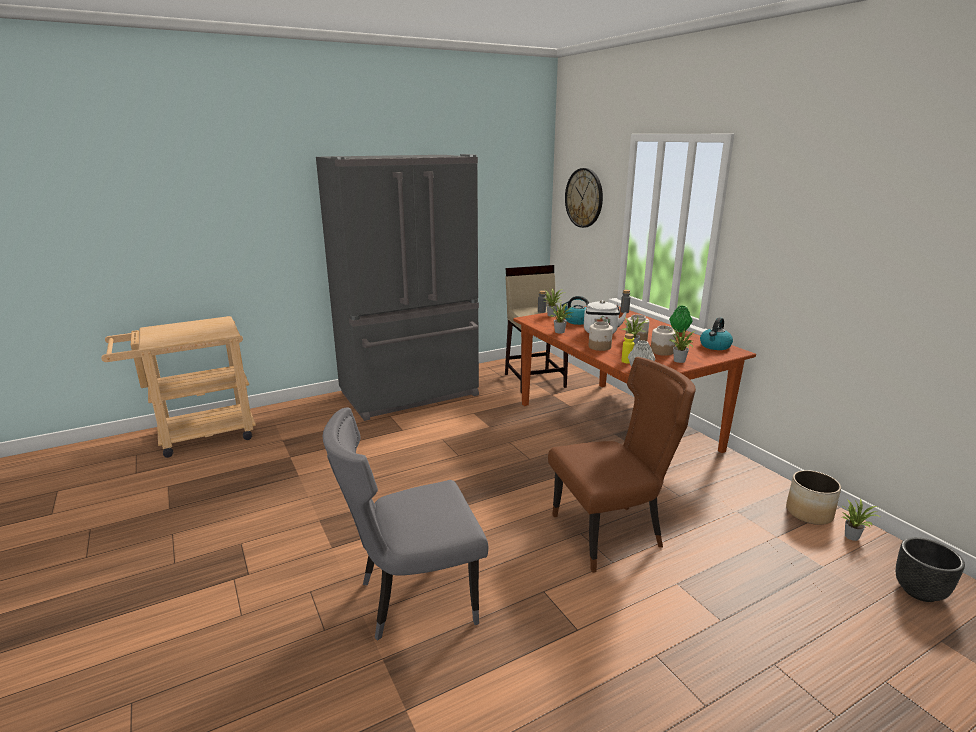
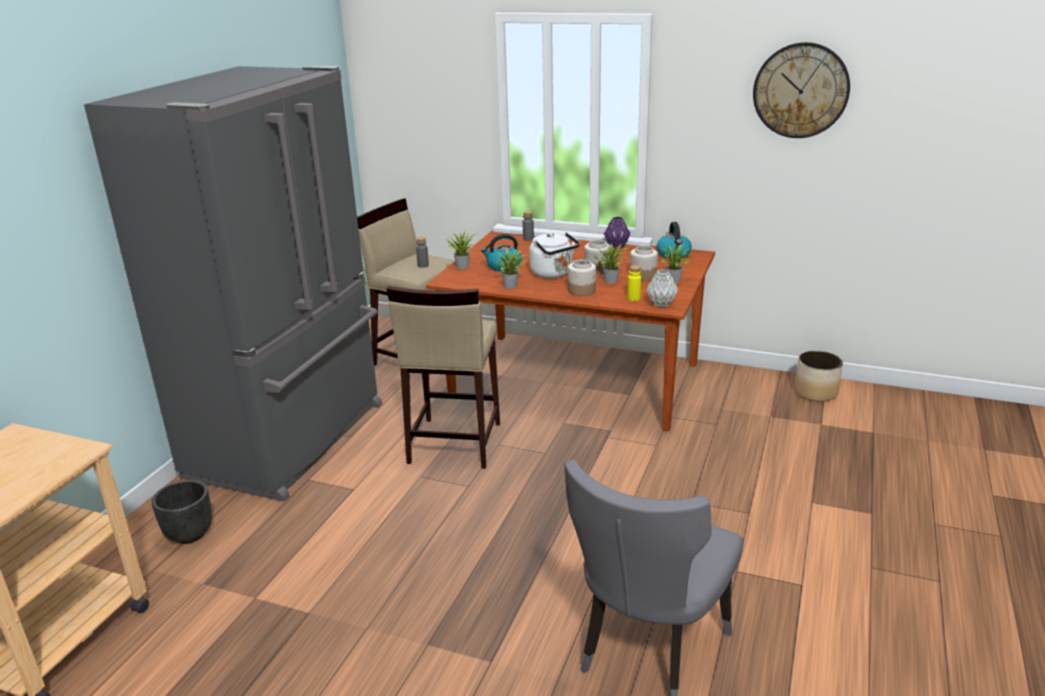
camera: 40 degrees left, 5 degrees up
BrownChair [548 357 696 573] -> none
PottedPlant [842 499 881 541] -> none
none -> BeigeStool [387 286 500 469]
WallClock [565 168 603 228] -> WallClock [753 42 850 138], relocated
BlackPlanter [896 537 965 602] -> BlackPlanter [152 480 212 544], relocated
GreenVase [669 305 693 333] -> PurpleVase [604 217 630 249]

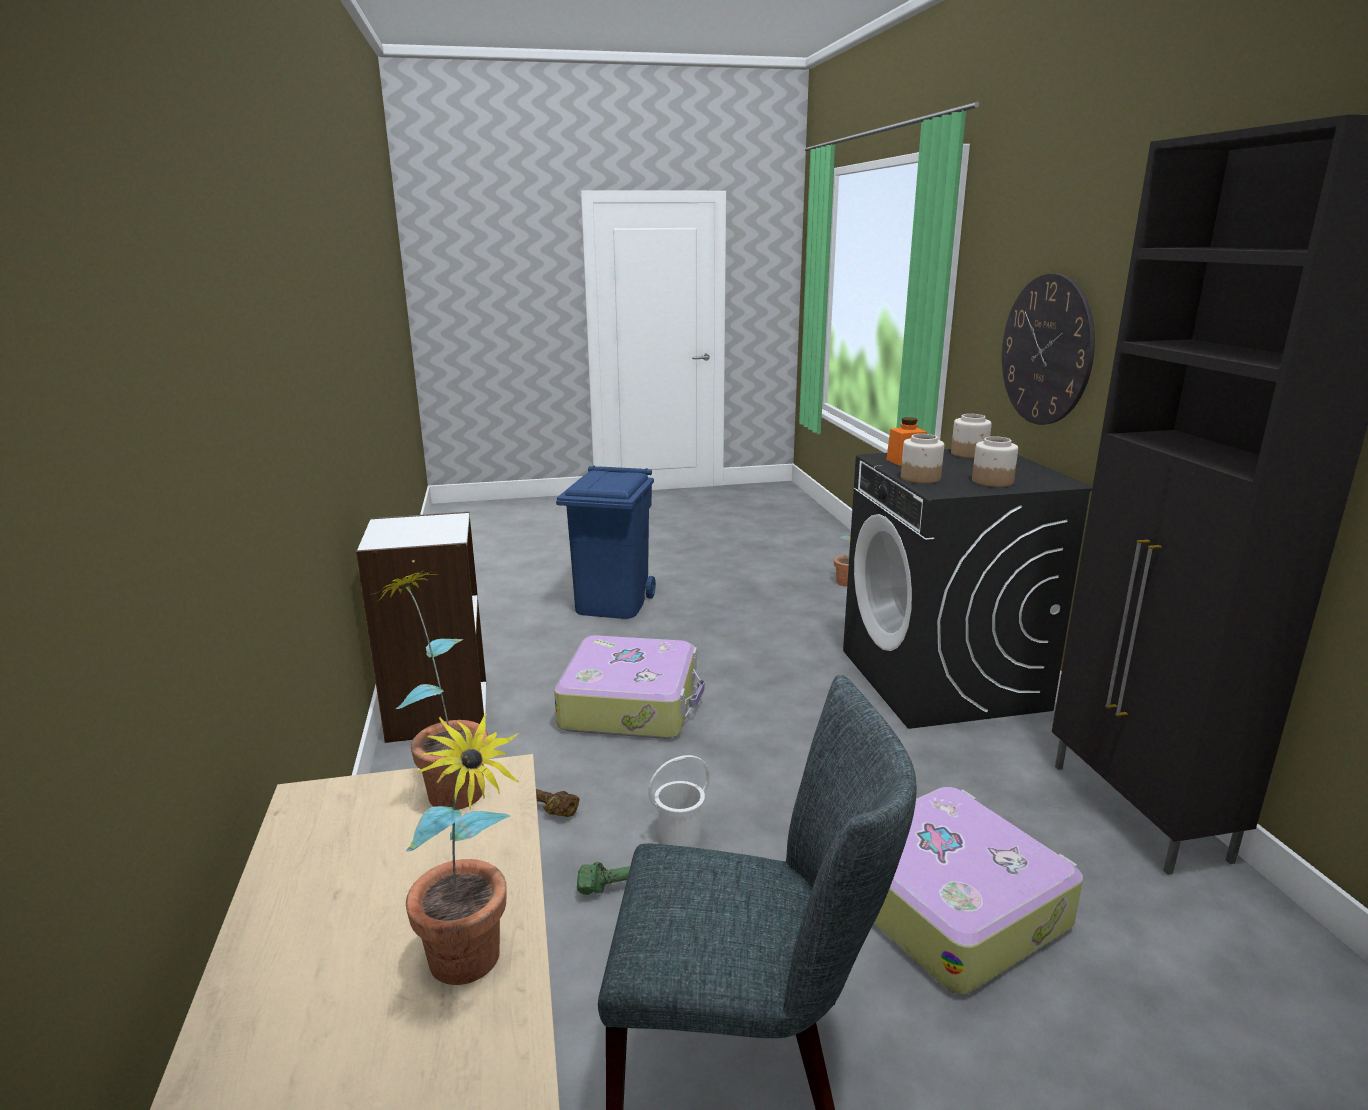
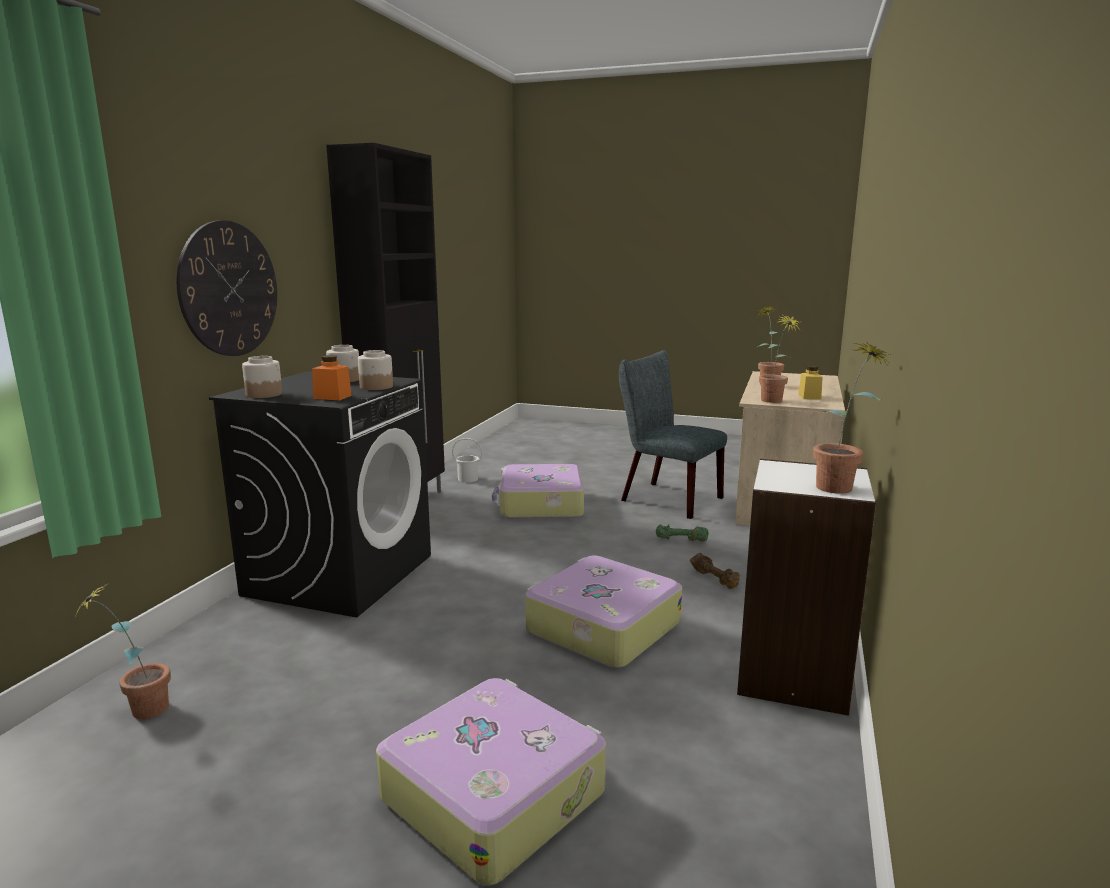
camera: 150 degrees left, 5 degrees down
none -> YellowJar [798 366 823 400]
none -> PottedPlant [813 342 890 494]
WhiteBucket [648 755 710 847] -> WhiteBucket [452 438 482 483], relocated
BlueTrashCan [556 465 656 619] -> Suitcase [376 678 606 886]

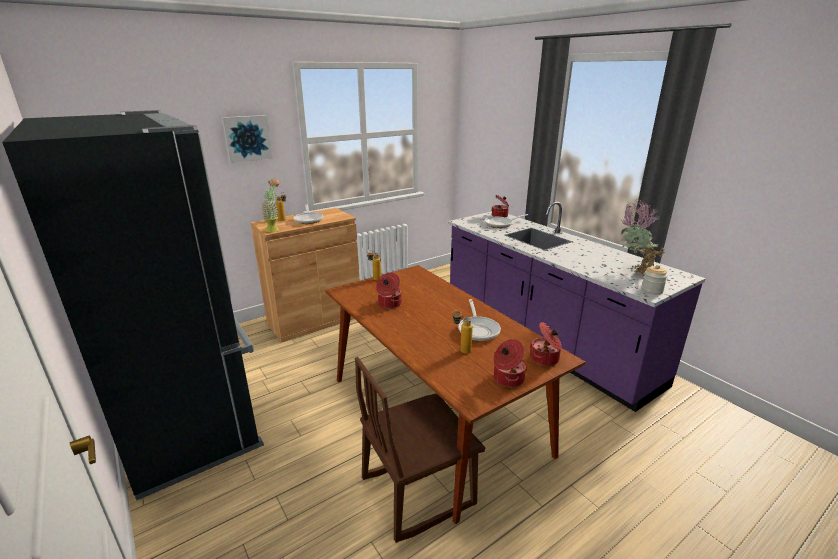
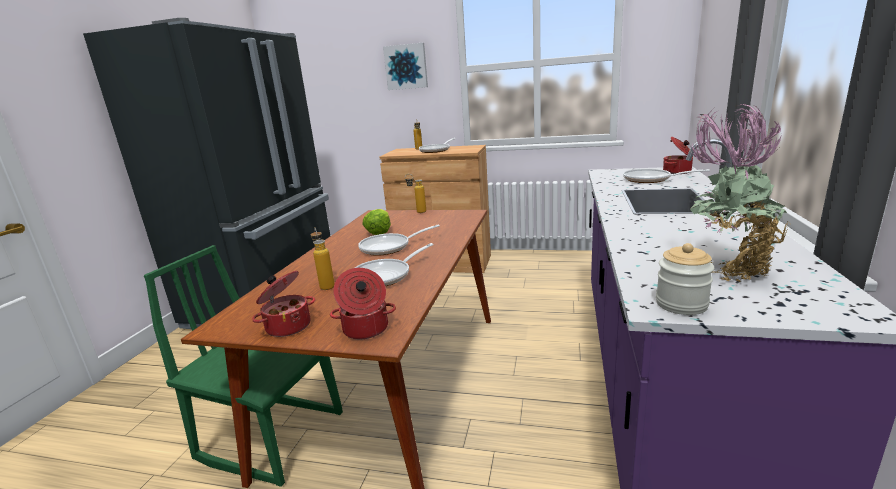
camera: 50 degrees right, 5 degrees down
PottedPlant [261 178 280 232] -> none
none -> FryingPan [358 224 440 256]
CookingPot [376 273 402 308] -> Lettuce [362 209 391 235]
BrownChair [355 357 486 543] -> GreenChair [144 245 343 487]

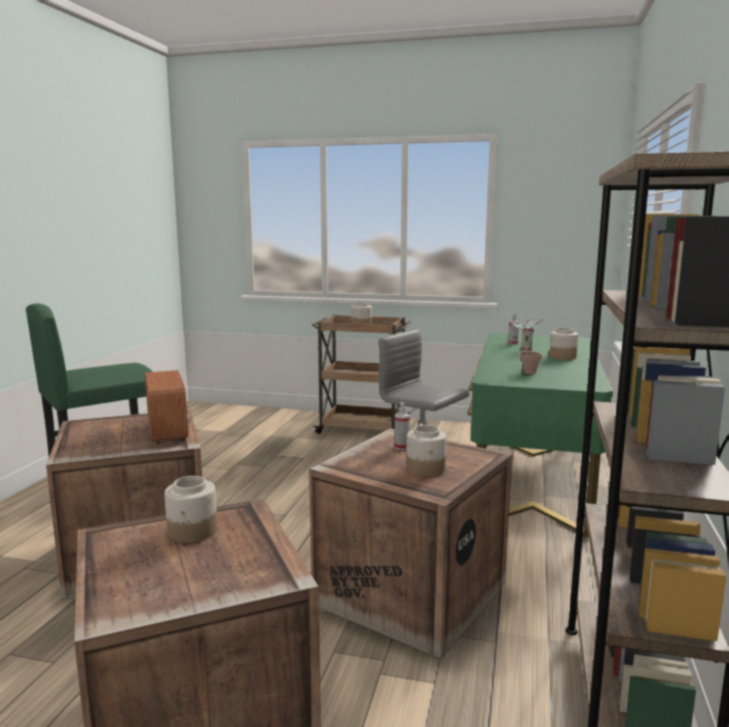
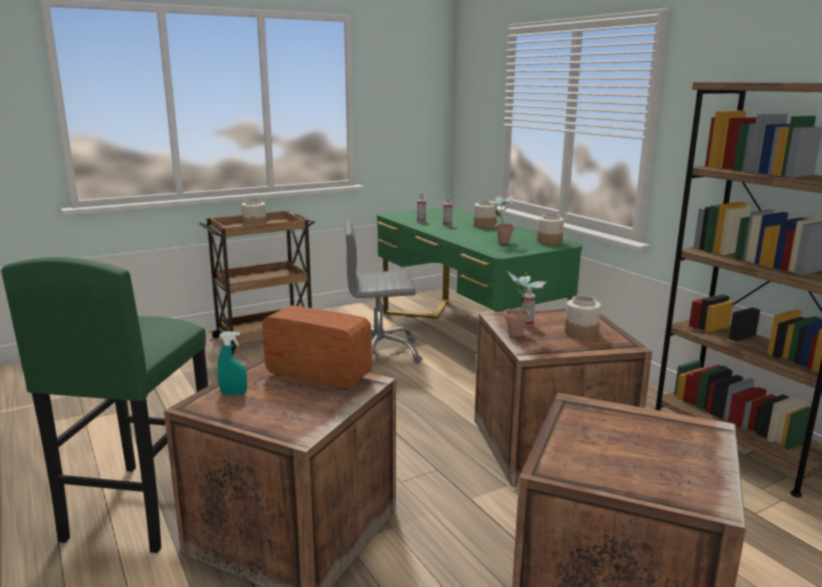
camera: 45 degrees left, 5 degrees up
none -> TurquoiseSprayBottle [217 331 247 396]
none -> PottedPlant [504 271 548 337]
Jar [165 476 217 543] -> Jar [537 213 564 245], relocated

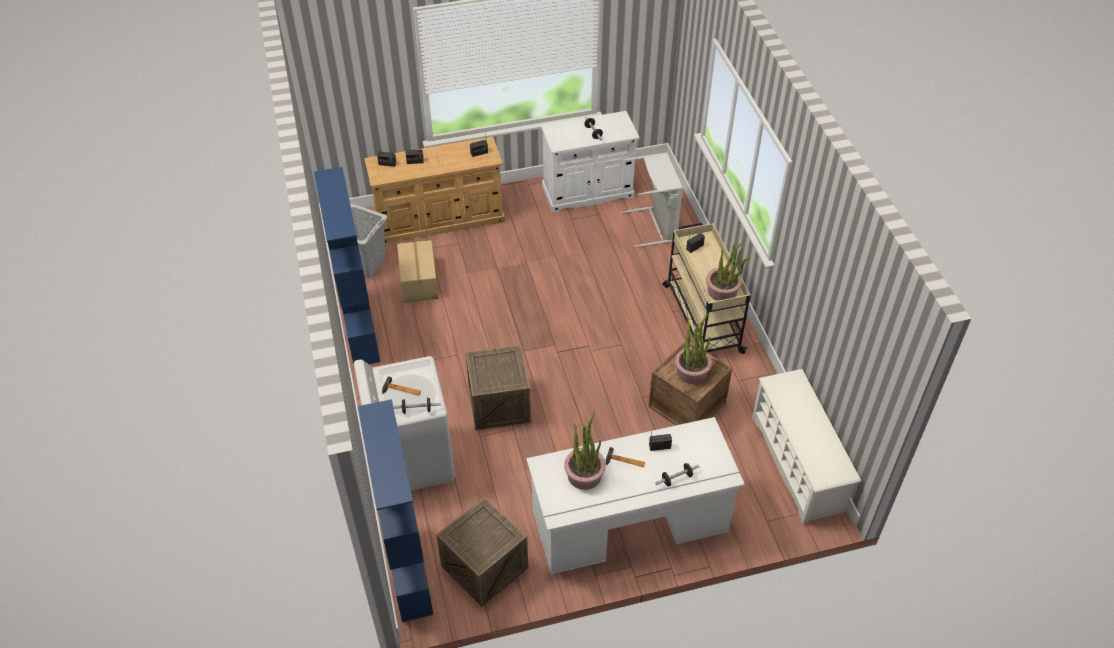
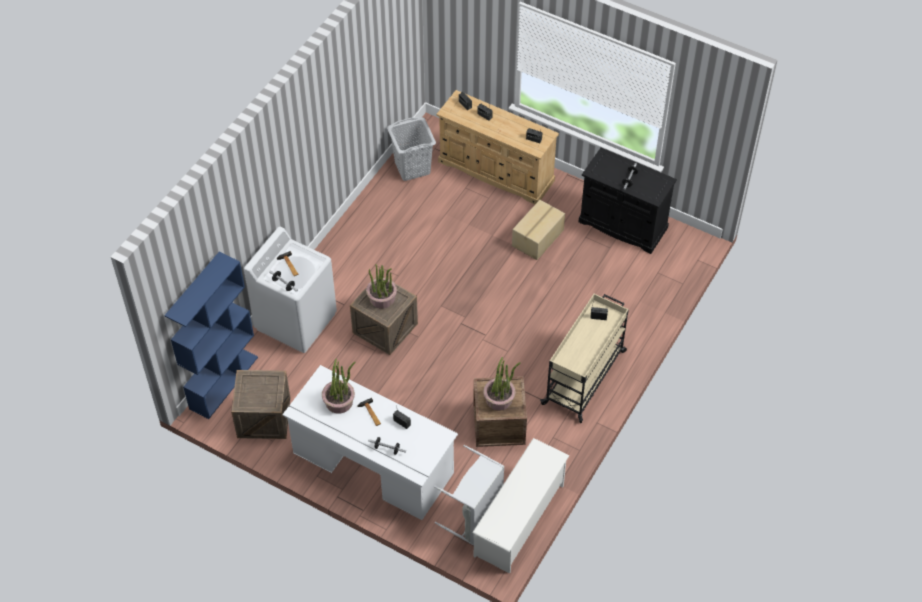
camera: 45 degrees right, 5 degrees up
BlueBookcase [314 167 380 365] -> none
CardboardBox [397 240 438 303] -> CardboardBox [512 200 565 260], relocated
GreyLaundryBasket [621 153 683 247] -> GreyLaundryBasket [434 445 504 546], relocated
PottedPlant [706 242 751 301] -> PottedPlant [366 264 397 308], relocated
WhiteCabinet [541 111 640 213] -> BlackCabinet [579 148 677 254]

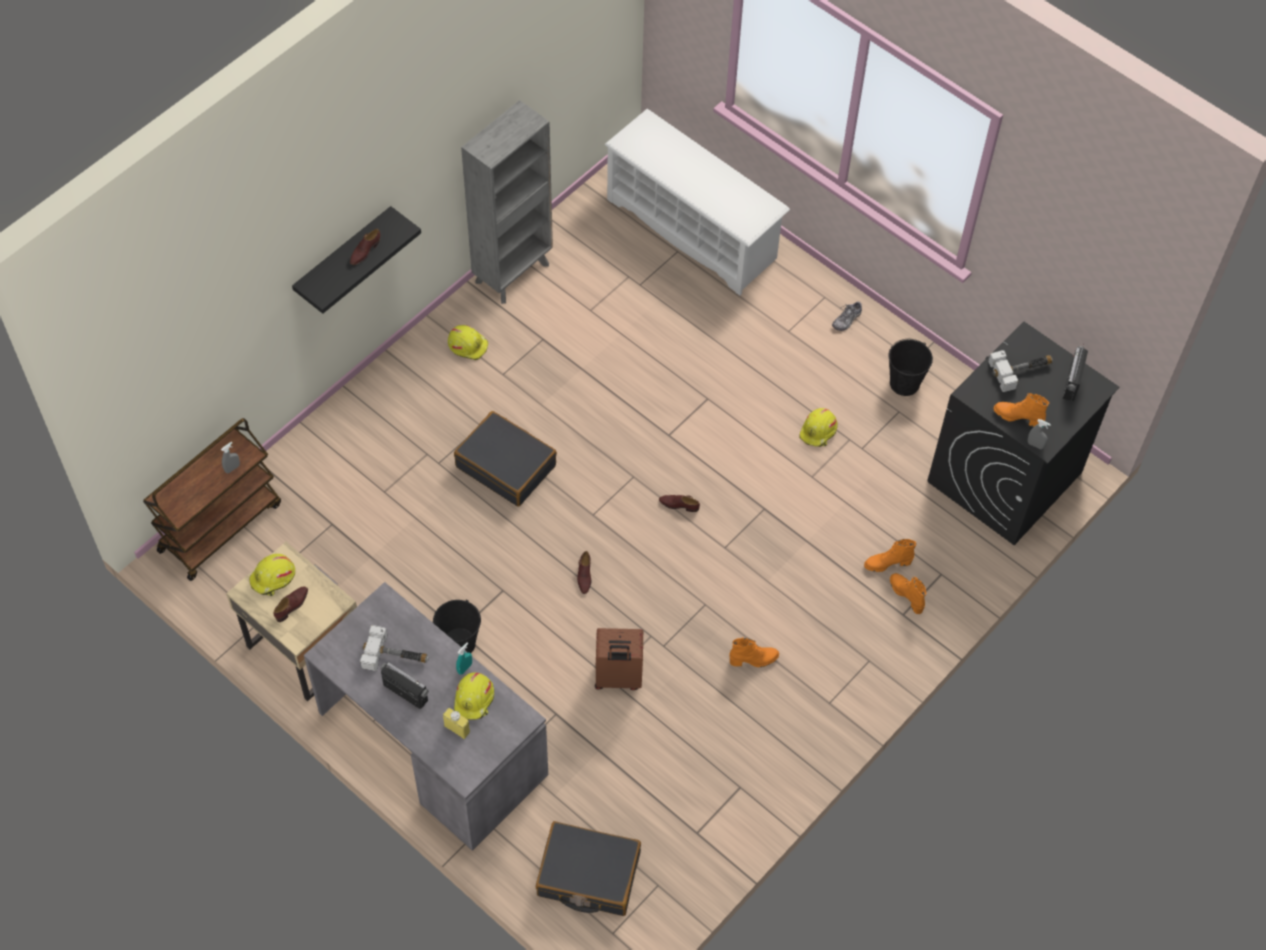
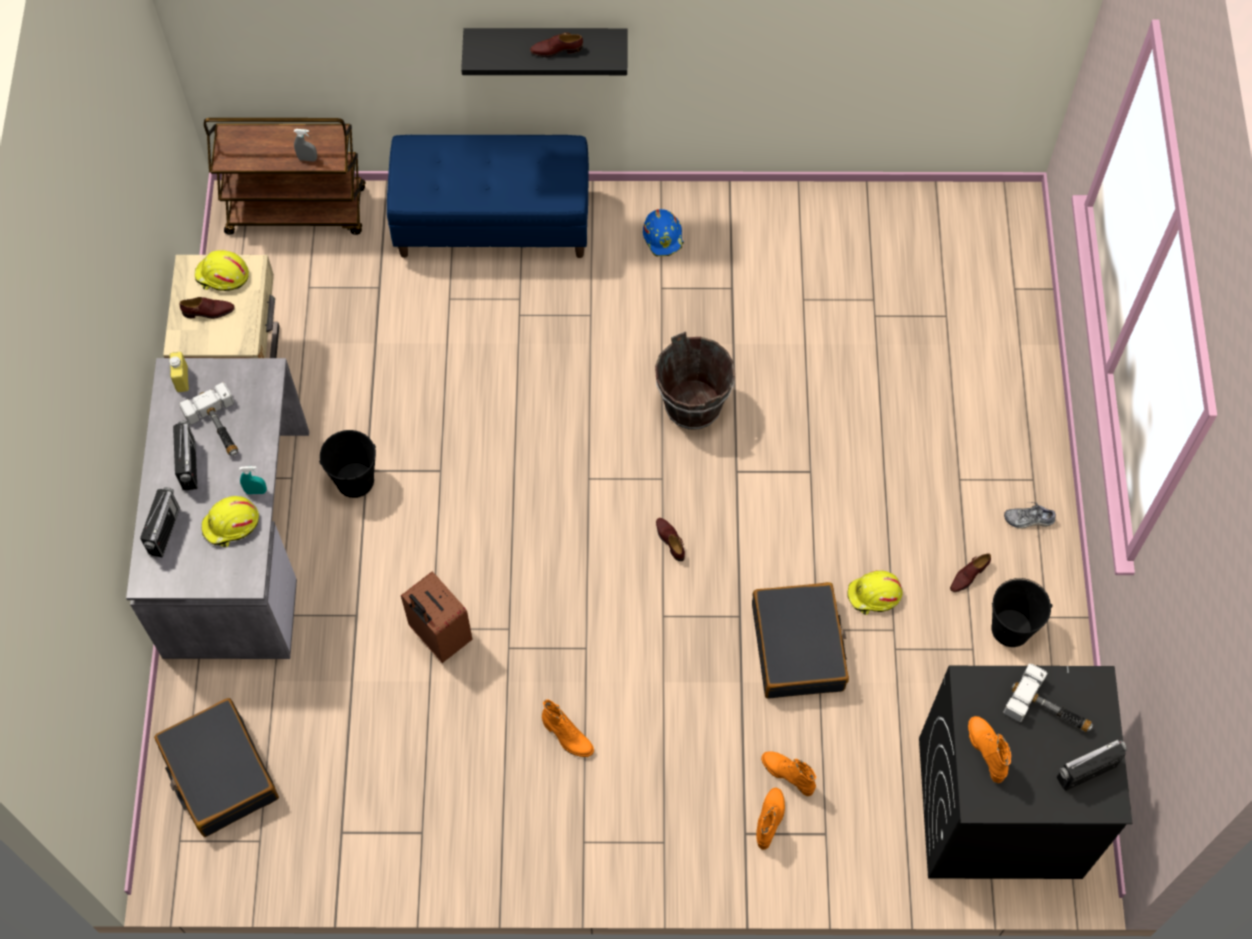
camera: 50 degrees right, 5 degrees up
GreyBookcase [461 100 553 304] -> none
WhiteShoeRack [604 109 790 296] -> none
GreySprayBottle [1028 419 1051 449] -> none
none -> Radio [140 487 180 558]
none -> BlueBench [387 135 589 258]
none -> BrownBucket [655 332 735 430]
YellowBottle [443 708 470 739] -> YellowBottle [169 352 189 392], relocated
BlackSuitcase [454 411 557 507] -> BlackSuitcase [752 582 849 699], relocated
BrownShoe [577 551 591 594] -> BrownShoe [950 553 991 592], relocated
YellowHardHat [448 325 488 360] -> BlueHardHat [643 209 684 256]

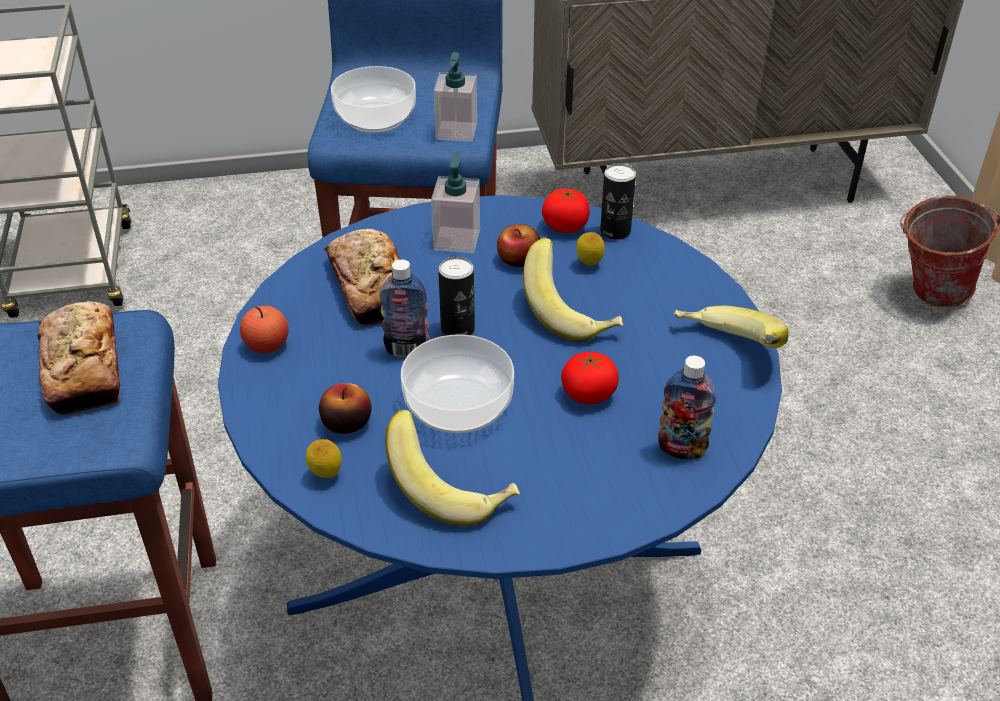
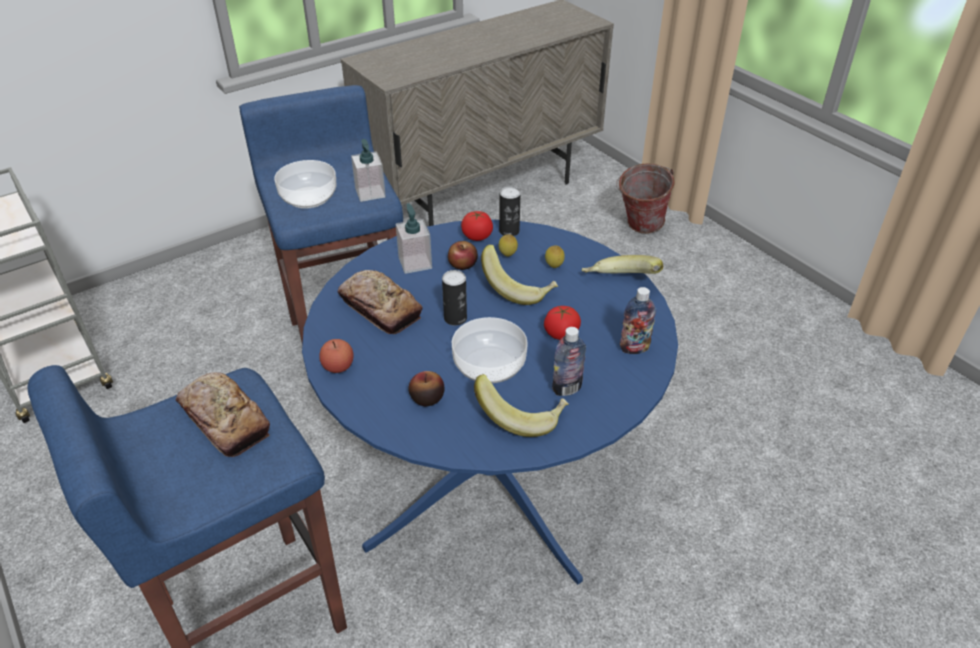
camera: 25 degrees left, 0 degrees up
Lemon [306 439 342 478] -> Lemon [545 245 565 268], relocated
Bottle [379 259 430 358] -> Bottle [552 327 586 396], relocated

